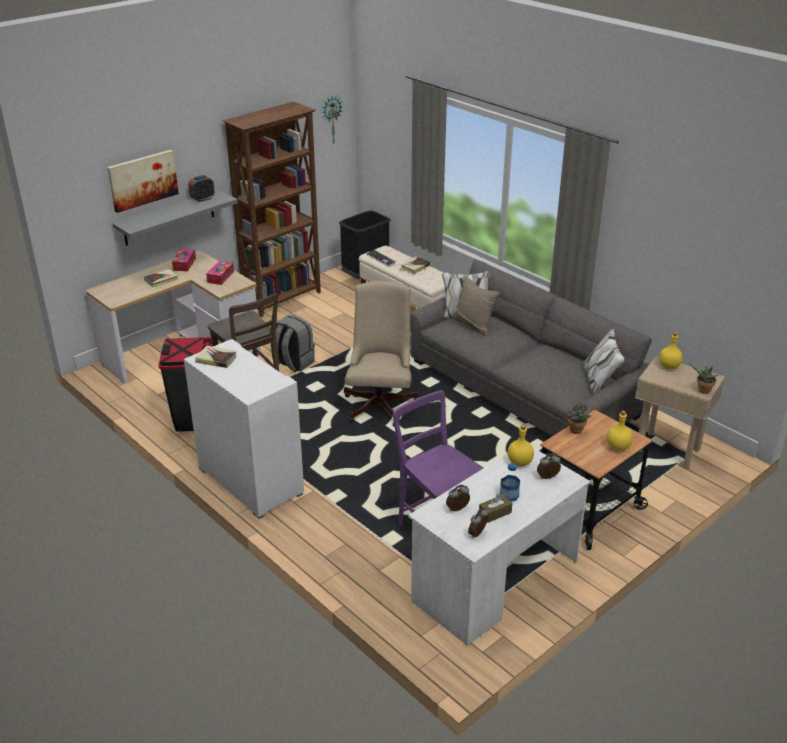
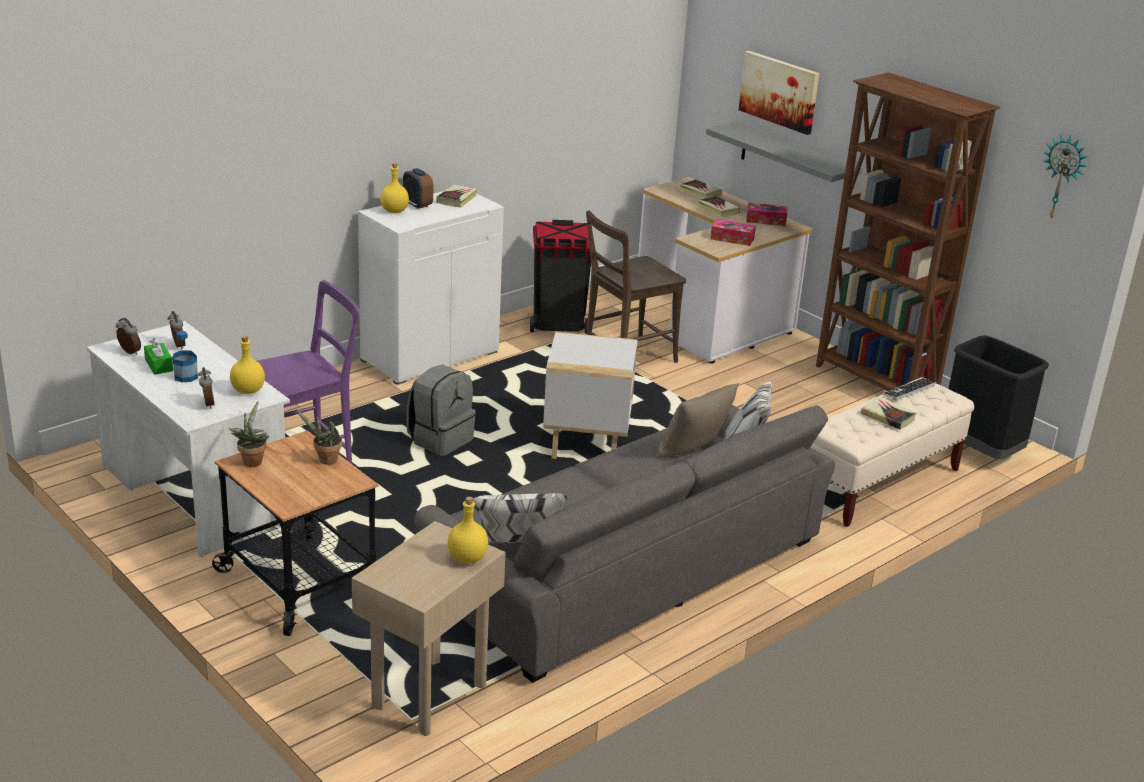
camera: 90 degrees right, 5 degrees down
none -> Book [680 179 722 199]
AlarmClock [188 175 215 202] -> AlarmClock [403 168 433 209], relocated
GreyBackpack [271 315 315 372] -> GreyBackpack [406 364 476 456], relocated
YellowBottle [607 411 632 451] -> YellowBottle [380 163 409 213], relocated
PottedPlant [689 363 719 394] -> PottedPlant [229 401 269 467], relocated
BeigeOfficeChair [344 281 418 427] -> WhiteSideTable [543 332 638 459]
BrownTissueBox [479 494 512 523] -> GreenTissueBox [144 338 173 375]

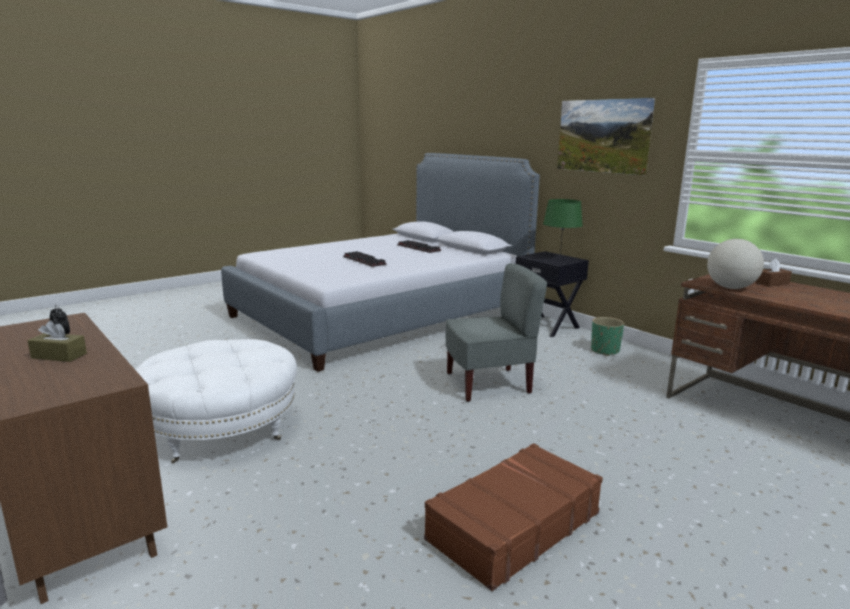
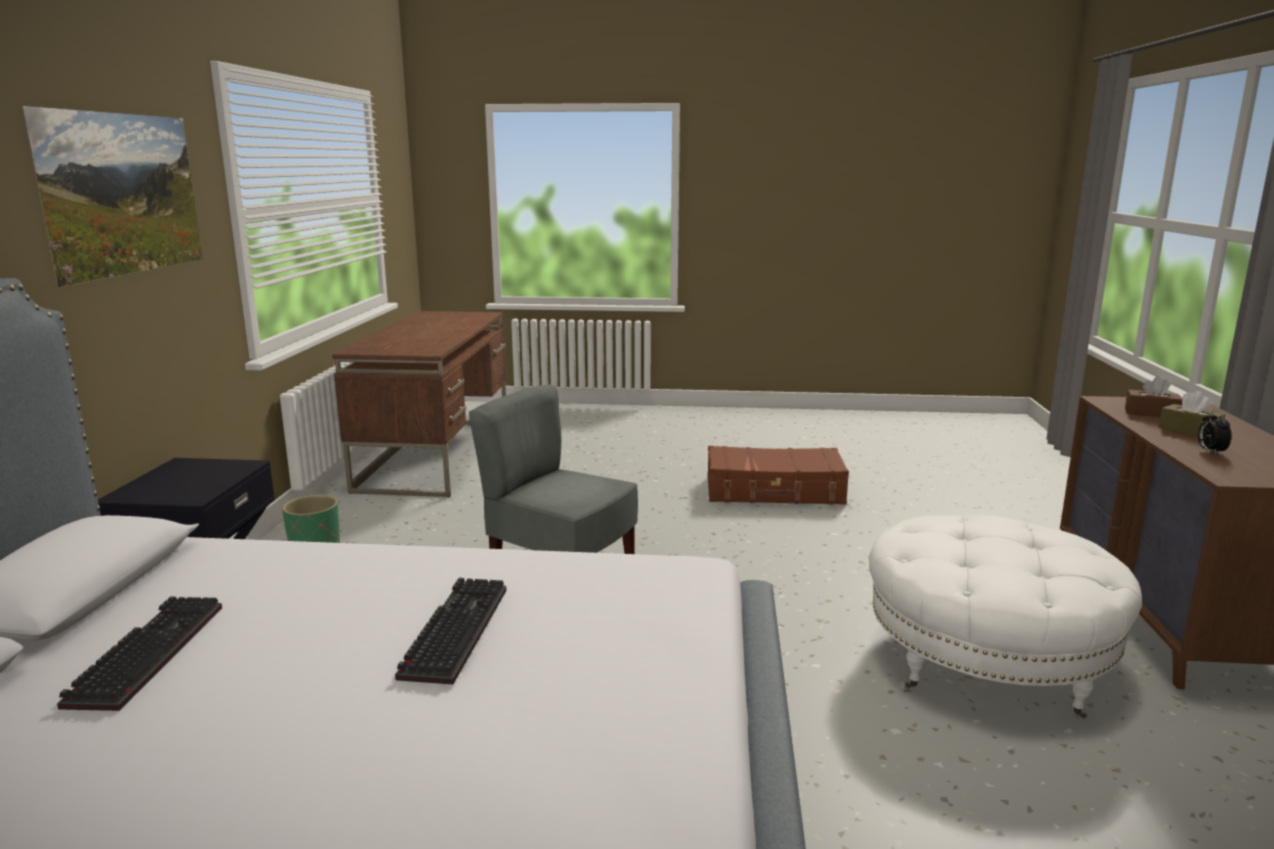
camera: 135 degrees left, 0 degrees up
GreenTableLamp [543 199 583 256] -> none
Globe [707 239 764 289] -> none
BrownTissueBox [755 259 792 286] -> BrownTissueBox [1125 376 1182 417], relocated

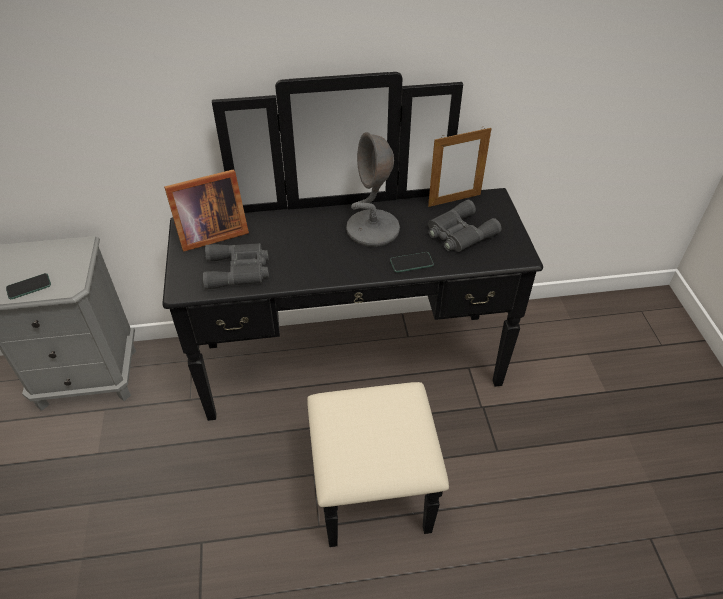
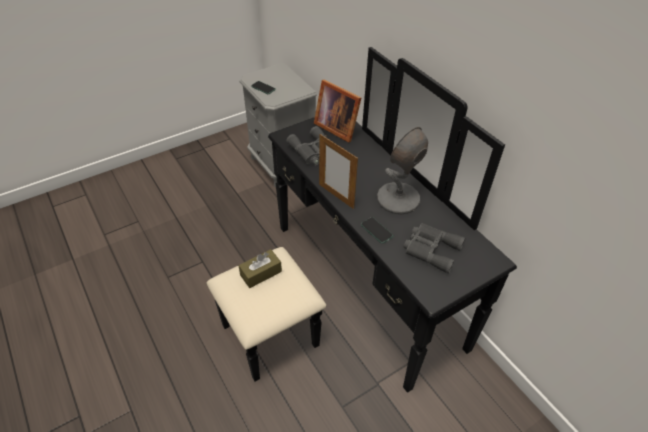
camera: 65 degrees right, 0 degrees up
none -> BrownTissueBox [239 249 282 288]
PictureFrame [428 127 491 207] -> PictureFrame [319 134 358 209], relocated

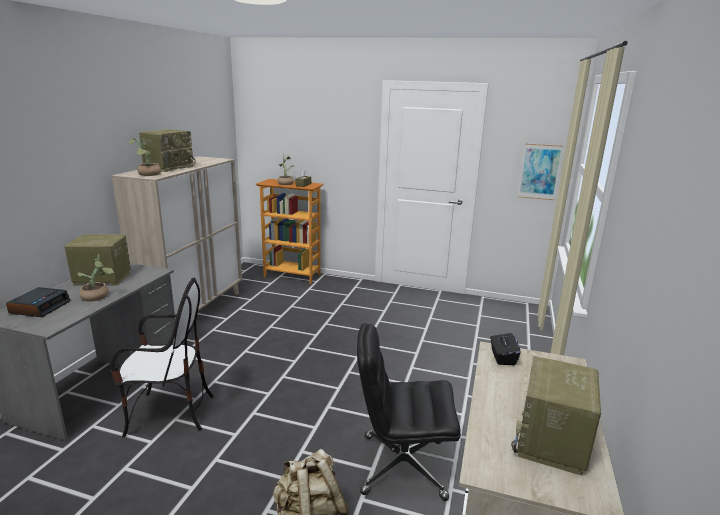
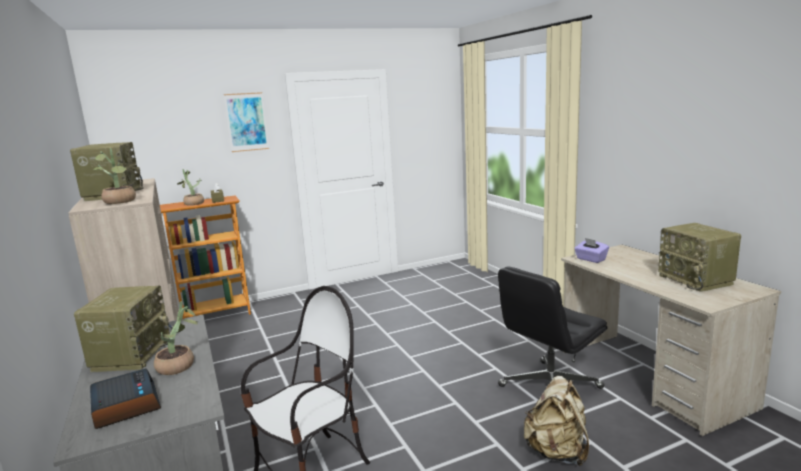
camera: 40 degrees left, 5 degrees down
Picture [518 143 563 200] -> Picture [224 92 269 152], relocated
BlackTissueBox [490 329 521 365] -> PurpleTissueBox [575 238 609 263]
Radio [64 234 131 286] -> Radio [74 286 173 372], 135 degrees clockwise

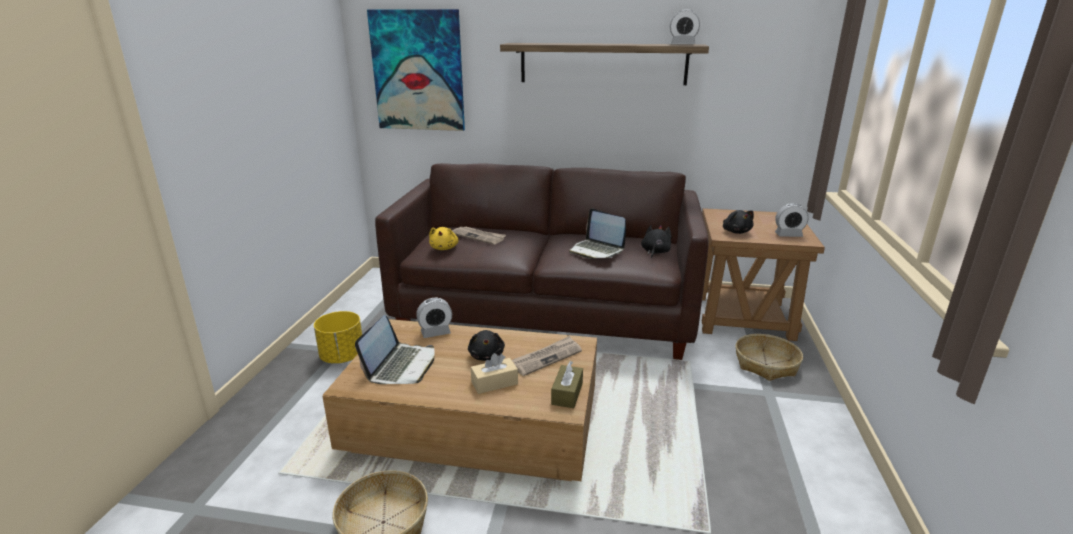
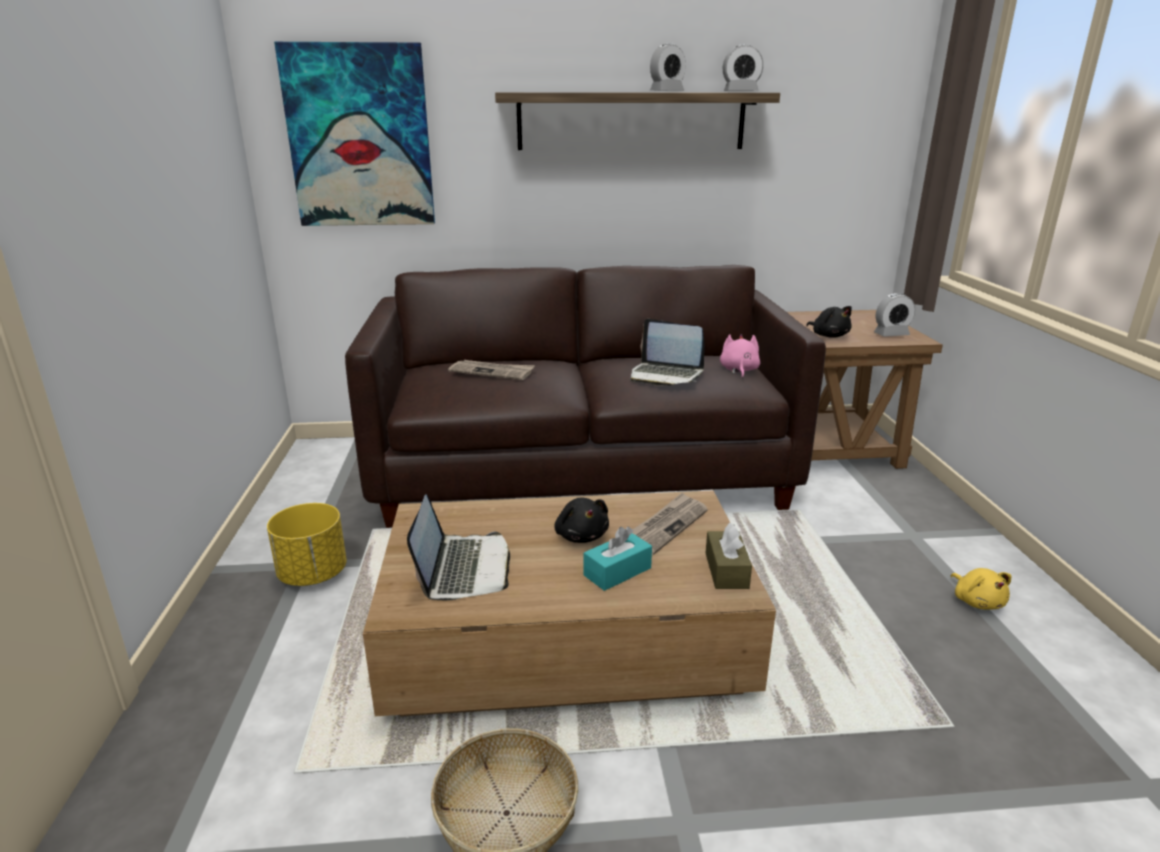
camera: 15 degrees left, 0 degrees up
Basket [736 334 803 381] -> none
AlarmClock [416 298 452 338] -> AlarmClock [650 43 686 91], relocated
YellowPlushToy [429 227 458 250] -> YellowPlushToy [951 568 1012 610], relocated
BeigeTissueBox [471 353 518 394] -> TurquoiseTissueBox [583 526 652 591]
BlackPlushToy [641 225 671 258] -> PinkPlushToy [720 334 760 378]

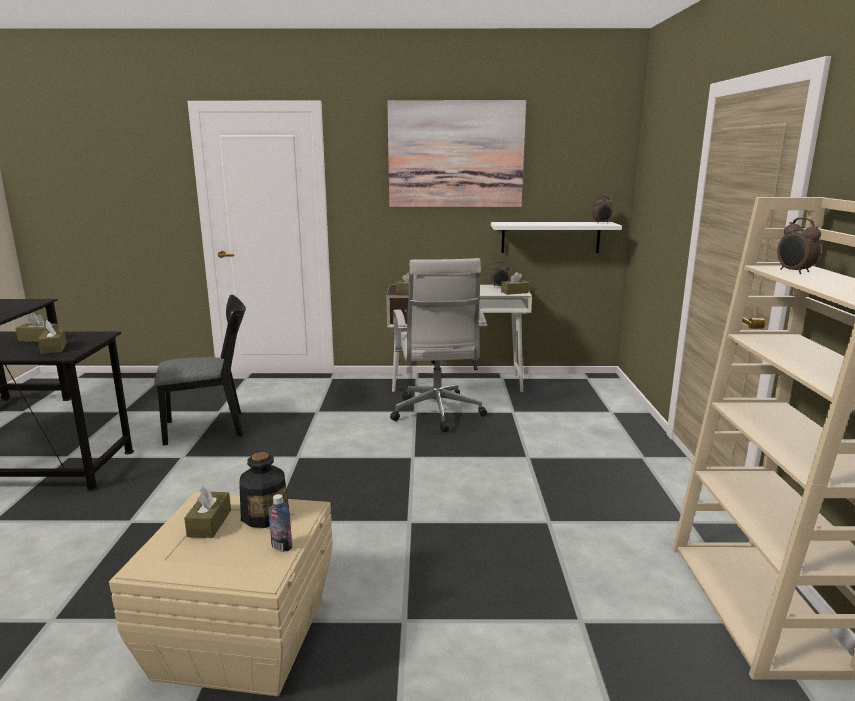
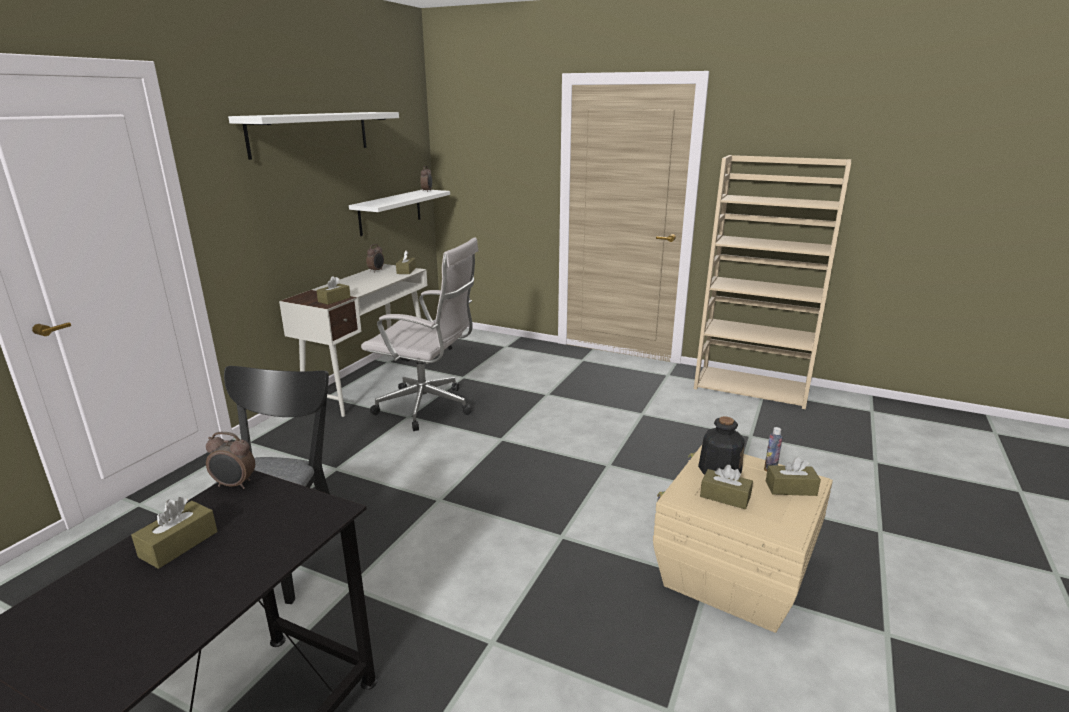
camera: 65 degrees left, 5 degrees up
BrownTissueBox [38 320 67 354] -> BrownTissueBox [766 457 821 496], relocated
AlarmClock [777 218 821 274] -> AlarmClock [206 432 255 489], relocated
Picture [387 100 526 207] -> WhiteShelf [228 112 399 160]

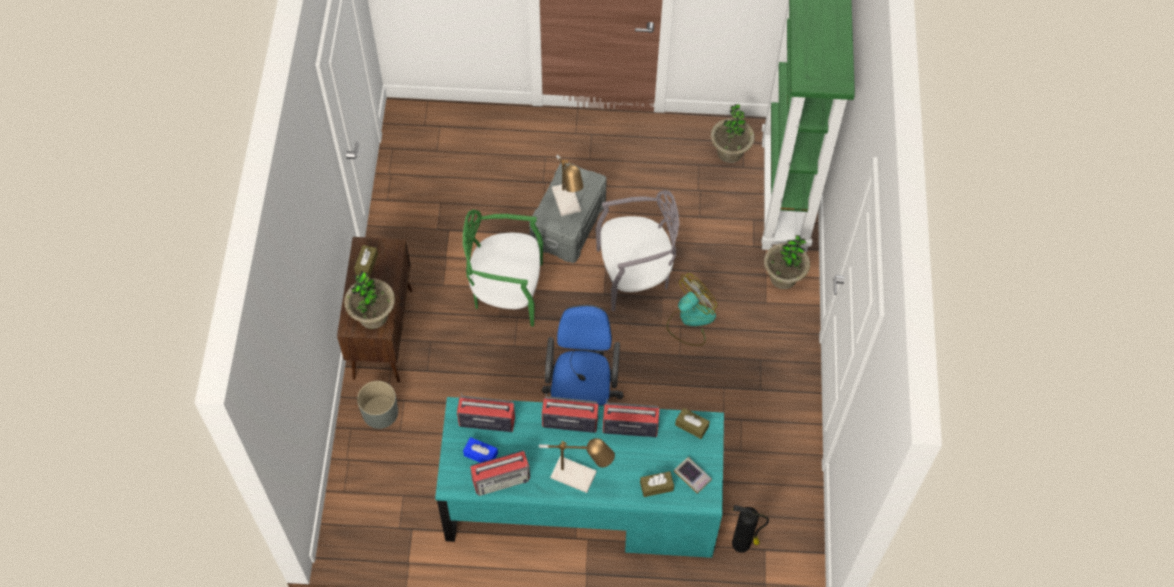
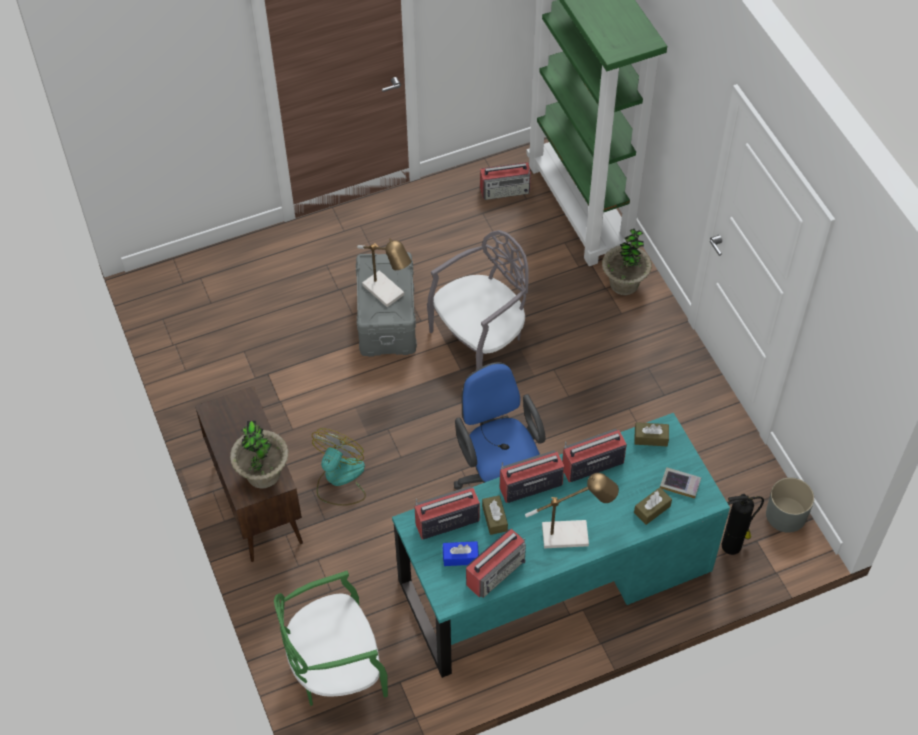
camera: 25 degrees left, 5 degrees down
BrownTissueBox [354 245 378 277] -> BrownTissueBox [482 495 508 535], relocated
GreyPlanter [357 381 398 429] -> GreyPlanter [766 477 814 533], relocated
GreenChair [463 210 543 327] -> GreenChair [274 571 388 706], relocated
Fan [667 273 717 346] -> Fan [312 428 366 506], relocated
PottedPlant [711 104 755 163] -> Radio [480 162 531 200]

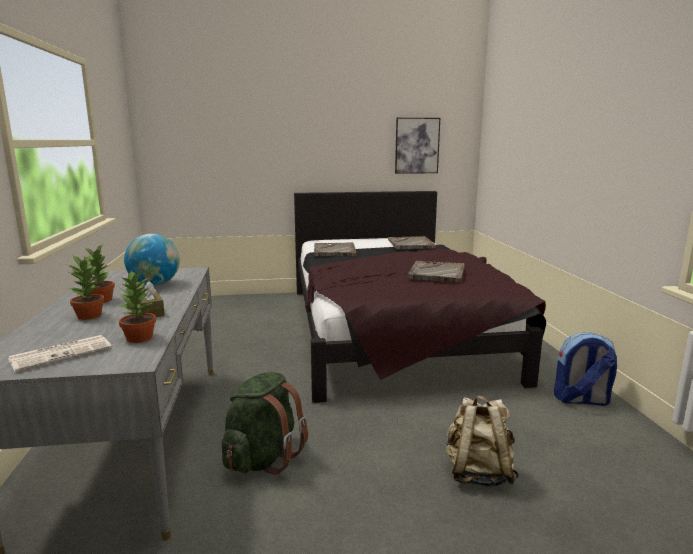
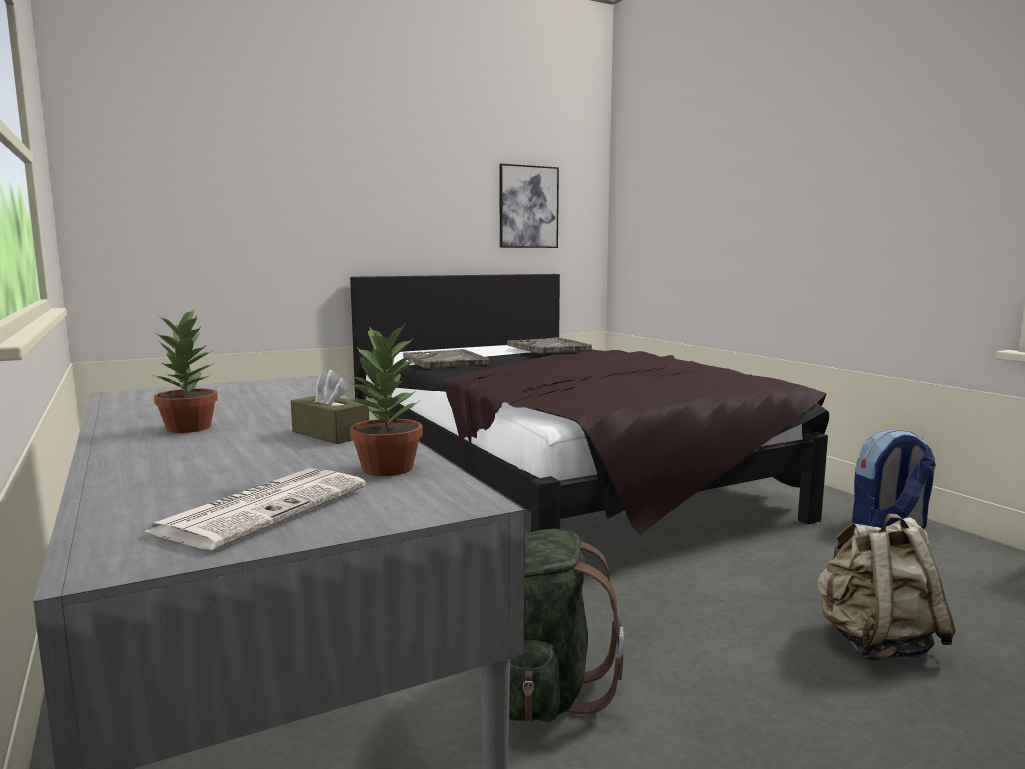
camera: 20 degrees left, 5 degrees down
PottedPlant [68 255 104 320] -> none
Globe [124 234 180 286] -> none
GreyTray [408 261 465 283] -> none

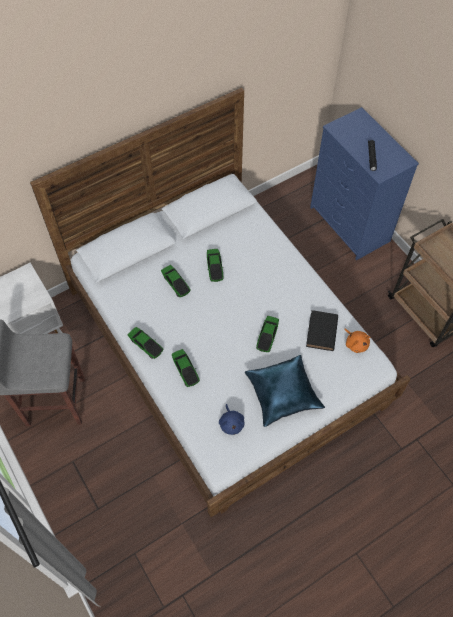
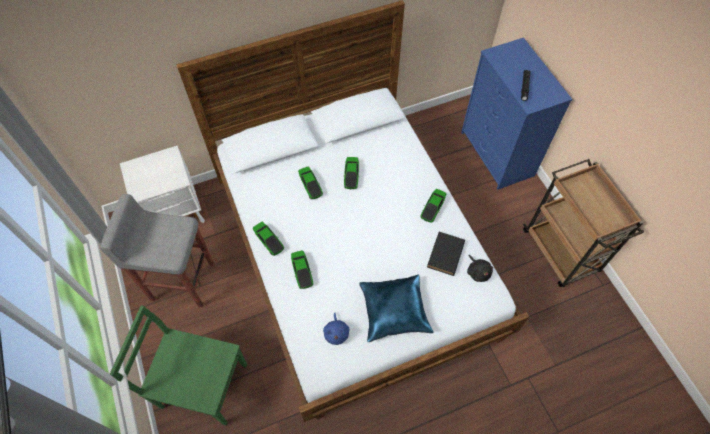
camera: 10 degrees right, 0 degrees up
none -> GreenChair [110 305 247 425]
ToyCar [256 316 279 352] -> ToyCar [420 189 447 223], relocated
OrangePlushToy [344 328 370 353] -> BlackPlushToy [467 255 493 282]

